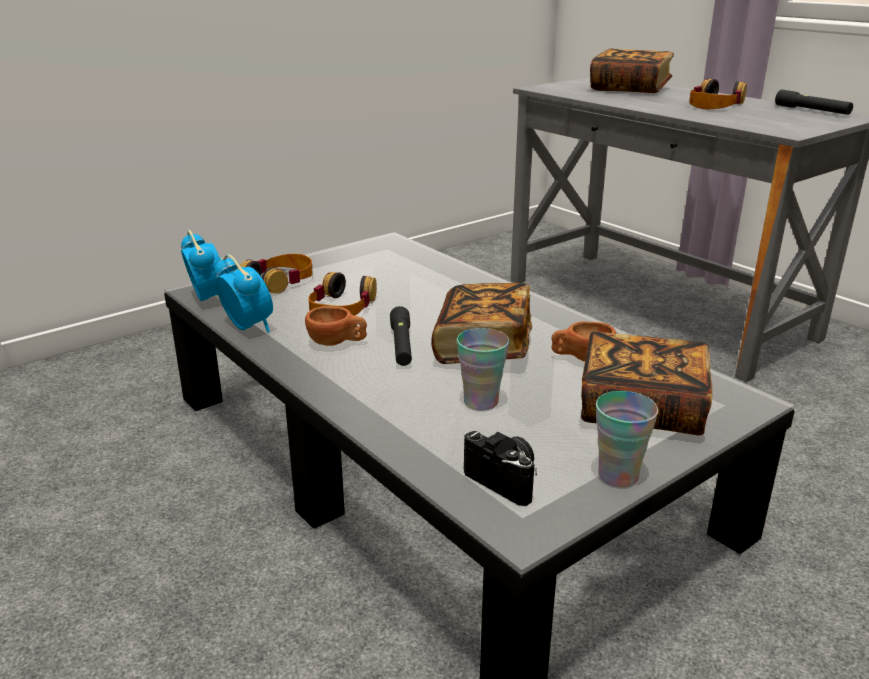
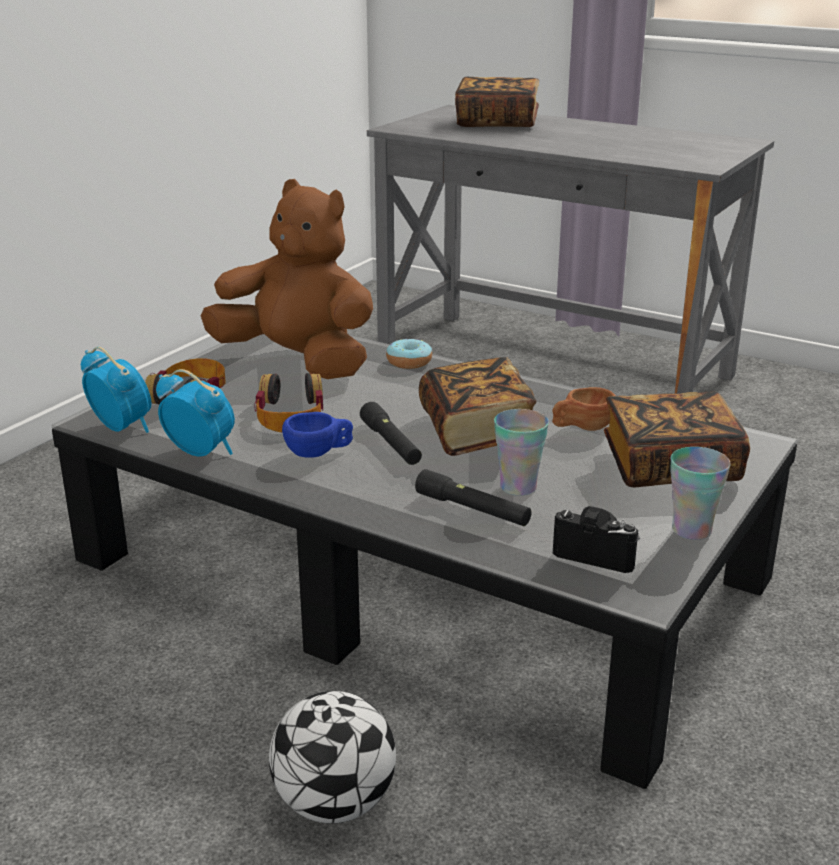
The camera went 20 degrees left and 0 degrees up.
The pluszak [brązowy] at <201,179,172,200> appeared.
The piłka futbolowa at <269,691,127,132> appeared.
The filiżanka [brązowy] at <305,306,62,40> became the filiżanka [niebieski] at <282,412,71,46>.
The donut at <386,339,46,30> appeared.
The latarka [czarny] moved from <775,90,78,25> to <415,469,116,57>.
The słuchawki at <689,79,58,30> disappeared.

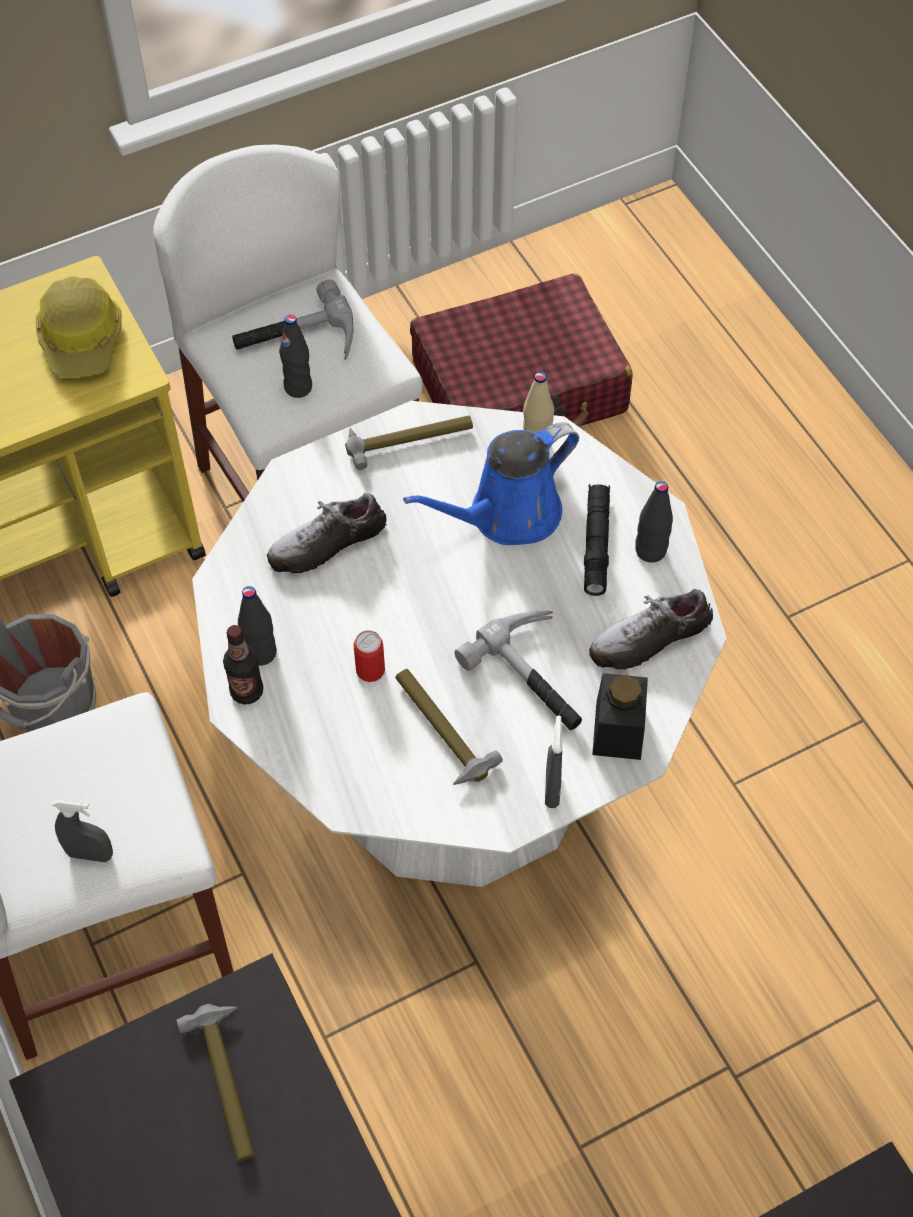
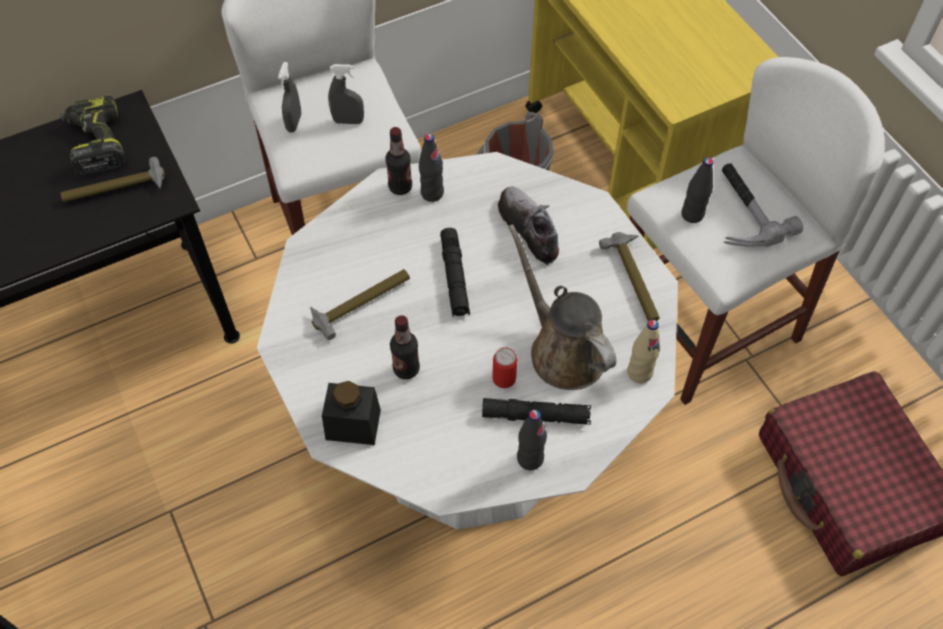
The camera went 90 degrees right and 0 degrees up.
The wiertarka at <60,96,65,80> appeared.
The spryskiwacz [szary] moved from <545,716,18,92> to <328,64,36,60>.
The młotek at <455,611,127,119> was replaced by the butelka at <390,315,30,64>.
The latarka [czarny] at <440,228,30,89> appeared.
The puszka moved from <353,630,32,52> to <492,347,25,41>.
The konewka [niebieski] at <403,422,176,123> became the konewka [brązowy] at <508,224,108,166>.
The kask at <36,276,85,102> disappeared.
The but at <589,589,124,80> disappeared.

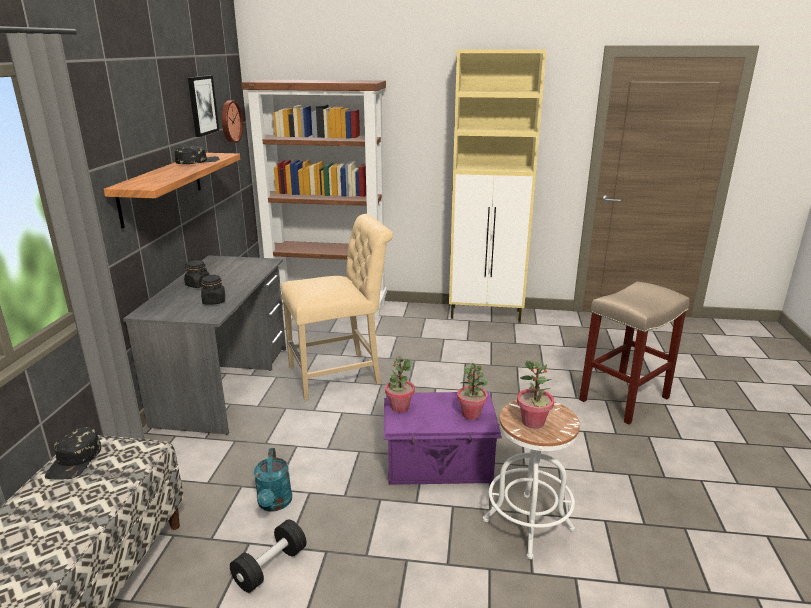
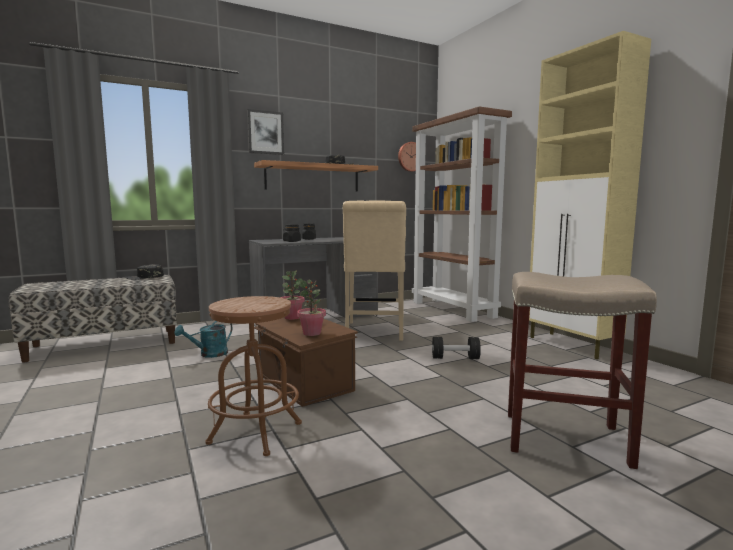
The camera went 55 degrees right and 15 degrees down.
The stołek [biały] at <483,400,97,159> became the stołek [brązowy] at <206,296,96,160>.
The obraz moved from <188,75,31,62> to <247,109,37,46>.
The pojemnik do przechowywania [fioletowy] at <384,392,118,93> became the pojemnik do przechowywania [brązowy] at <254,317,104,90>.
The krzesło [beżowy] at <281,214,112,186> turned 60 degrees clockwise.
The hantel [czarny] moved from <230,519,76,74> to <432,337,49,22>.
The roślina doniczkowa at <517,361,37,68> disappeared.

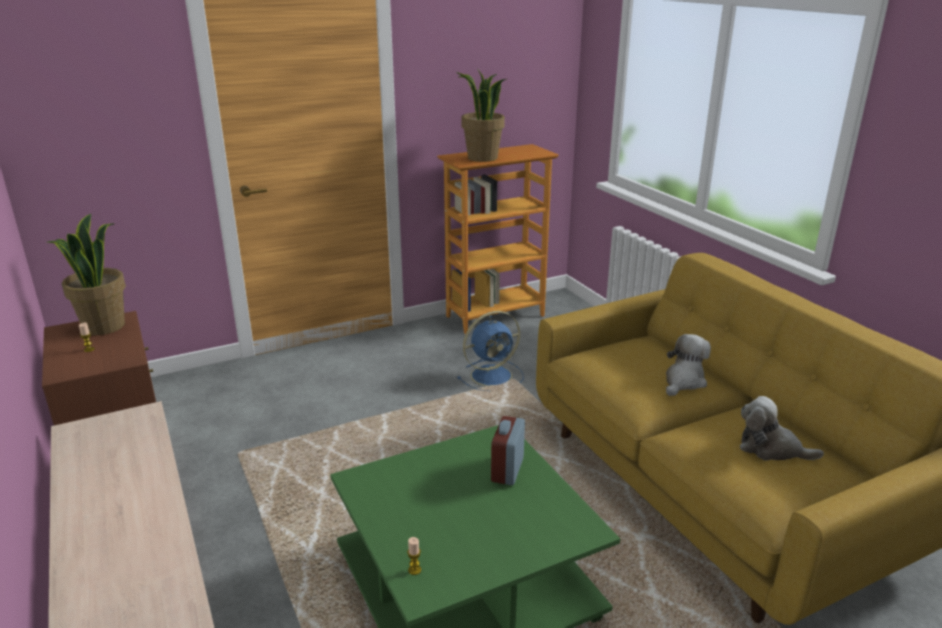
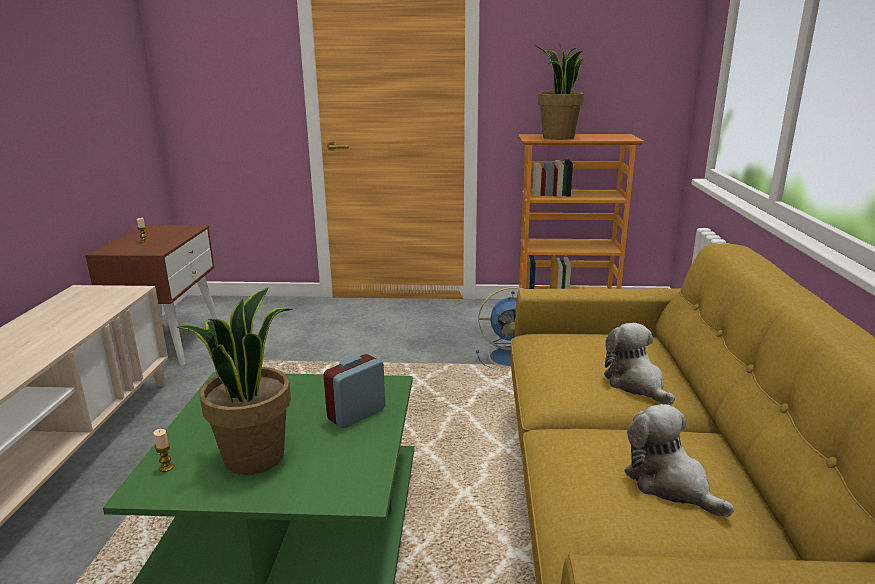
The camera went 30 degrees right and 5 degrees down.
The roślina doniczkowa moved from <48,214,78,121> to <177,287,116,188>.
The pluszak at <666,334,45,62> turned 90 degrees counterclockwise.

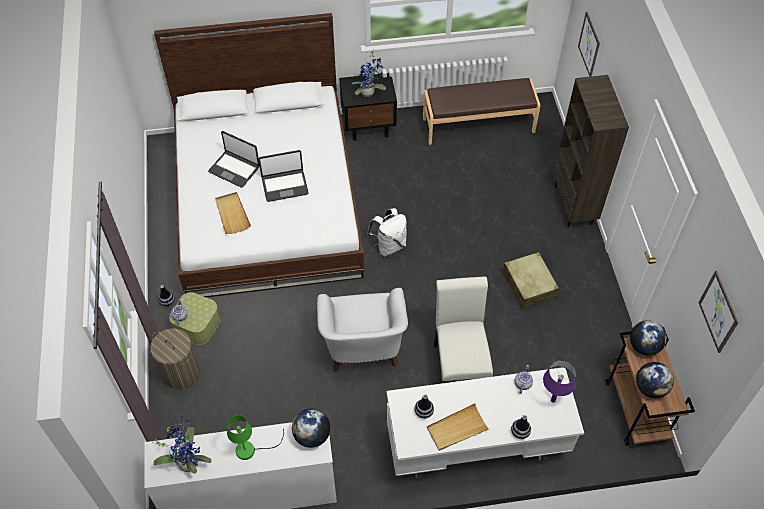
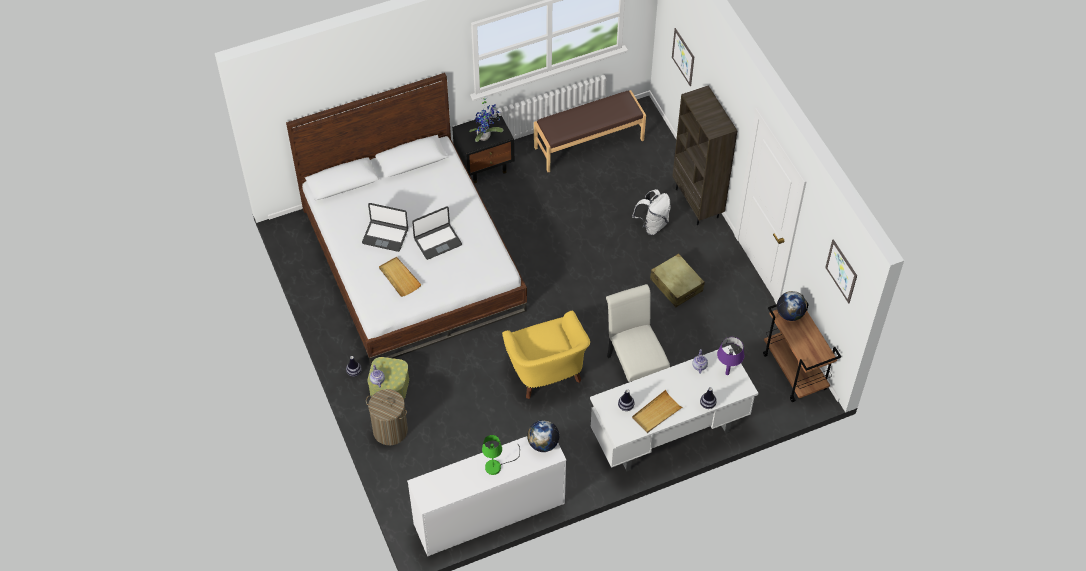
The camera went 15 degrees left and 0 degrees up.
The fotel [biały] at <317,288,91,85> became the fotel [żółty] at <502,311,88,88>.
The plecak [biały] moved from <367,208,40,49> to <632,189,39,46>.
The roślina doniczkowa at <152,416,60,58> disappeared.
The globus at <636,362,38,36> disappeared.

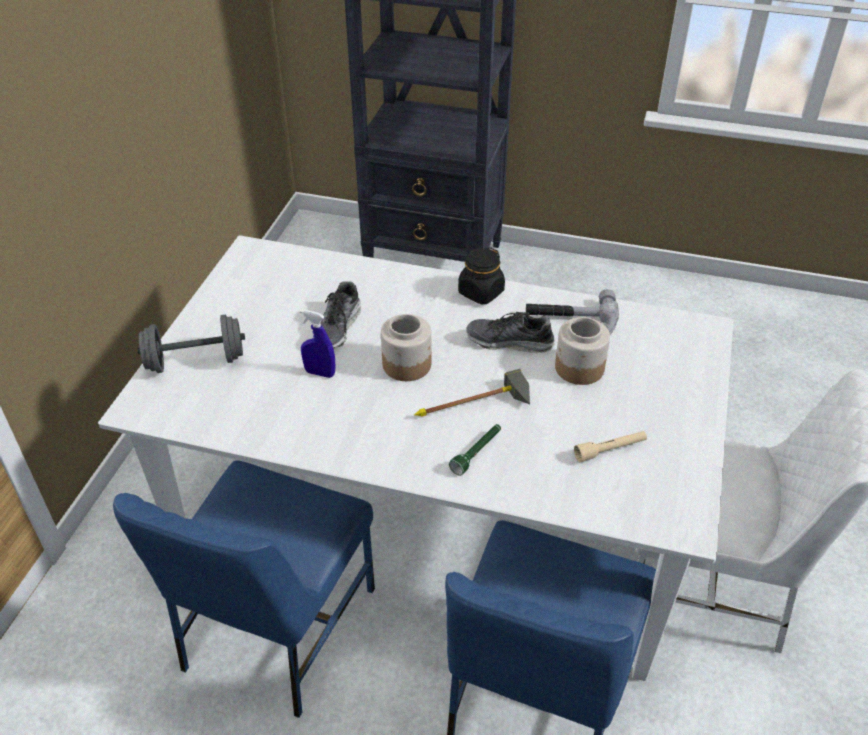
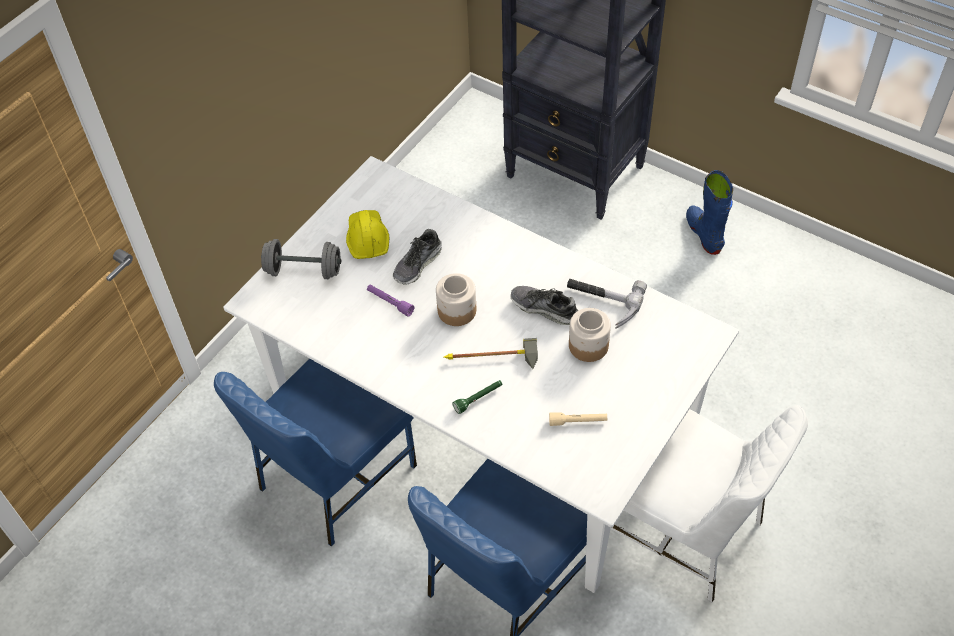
The camera went 20 degrees right and 10 degrees up.
The kask [żółty] at <346,210,43,49> appeared.
The spryskiwacz [niebieski] at <300,310,35,68> was replaced by the latarka [fioletowy] at <367,284,47,33>.
The but z cholewką [niebieski] at <686,170,47,85> appeared.
The słoik [czarny] at <458,247,47,57> disappeared.

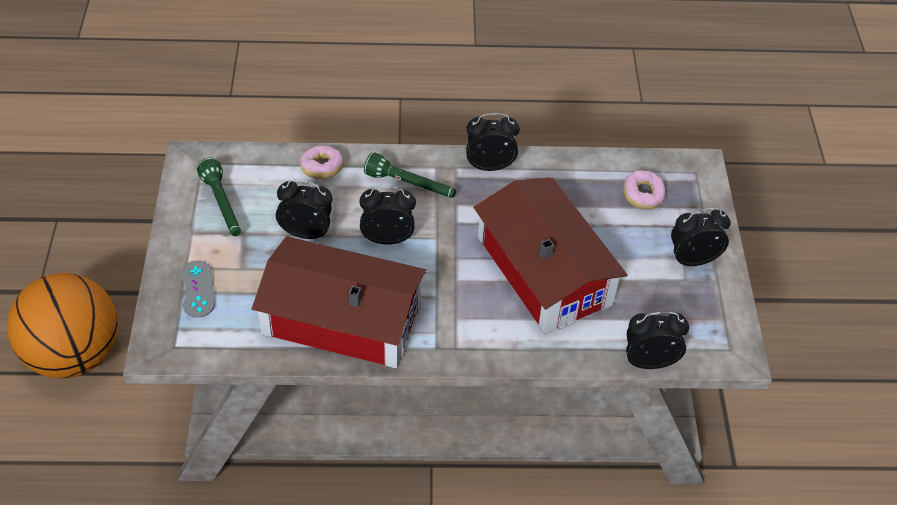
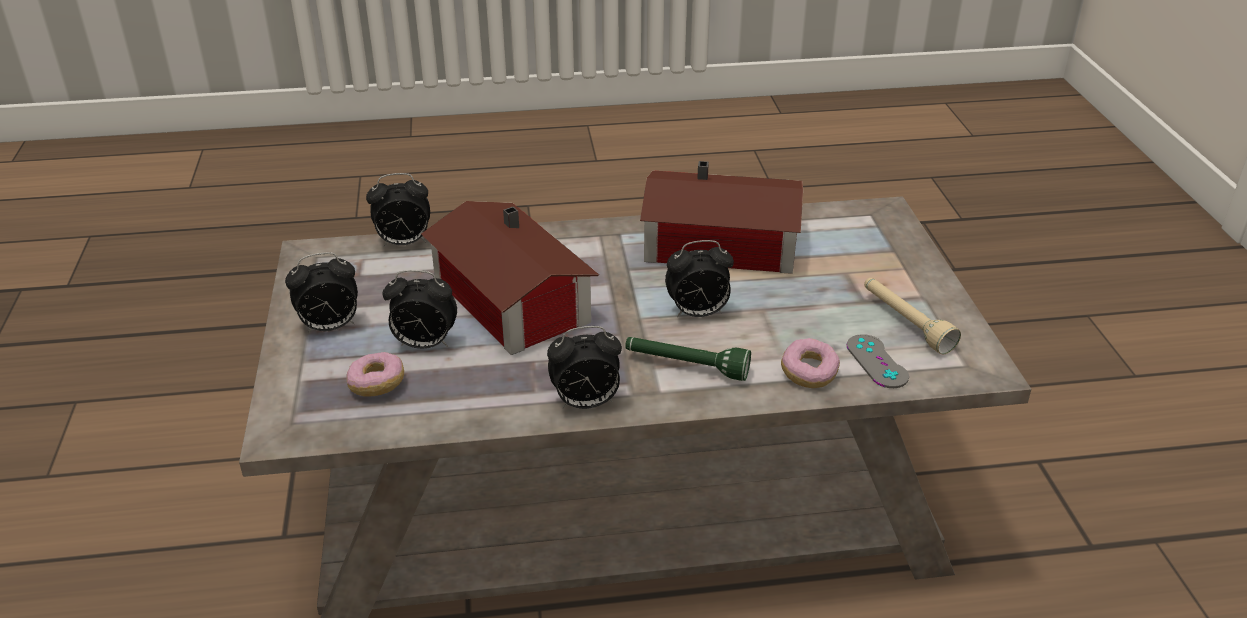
The camera went 175 degrees right and 15 degrees down.
The budzik moved from <276,180,57,59> to <382,270,75,79>.
The pad do gier [szary] moved from <181,260,34,58> to <847,334,62,54>.
The latarka [zielony] at <197,158,44,78> became the latarka [beżowy] at <864,278,97,76>.
The piłka do koszykówki at <7,273,111,106> disappeared.

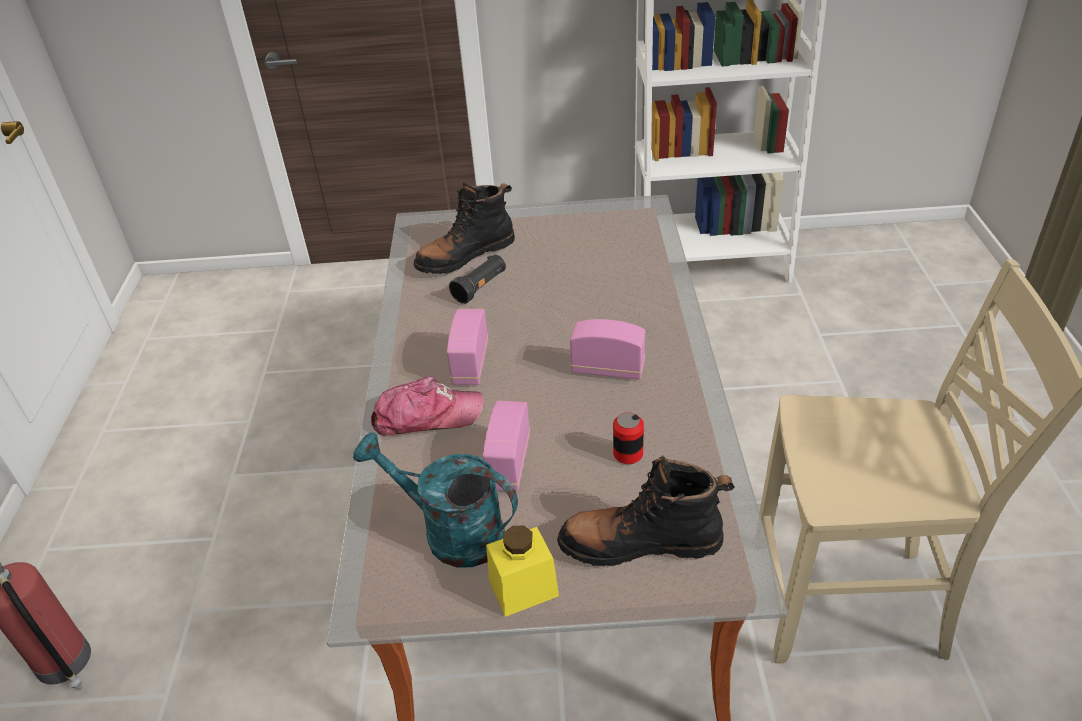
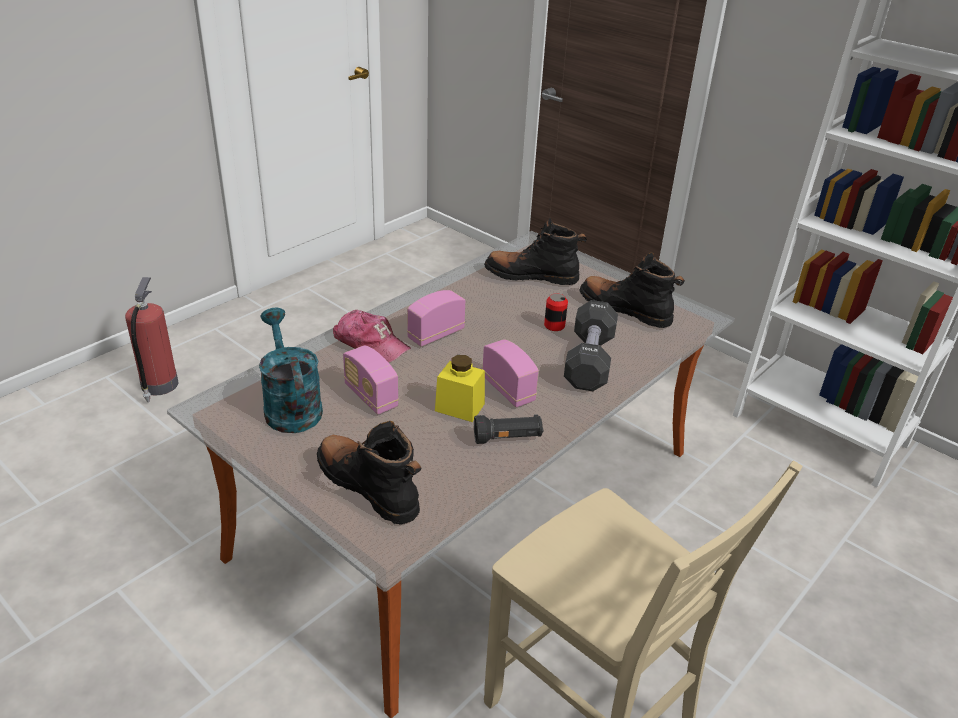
The camera went 40 degrees right and 5 degrees down.
The radio at <483,401,47,90> turned 90 degrees counterclockwise.
The słoik [żółty] moved from <486,525,73,92> to <435,355,50,67>.
The latarka [czarny] moved from <449,255,57,49> to <474,414,69,30>.
The puszka moved from <613,412,31,52> to <544,293,24,38>.
The hantel [czarny] at <564,300,54,91> appeared.
The but z cholewką [czarny] at <580,252,105,76> appeared.

